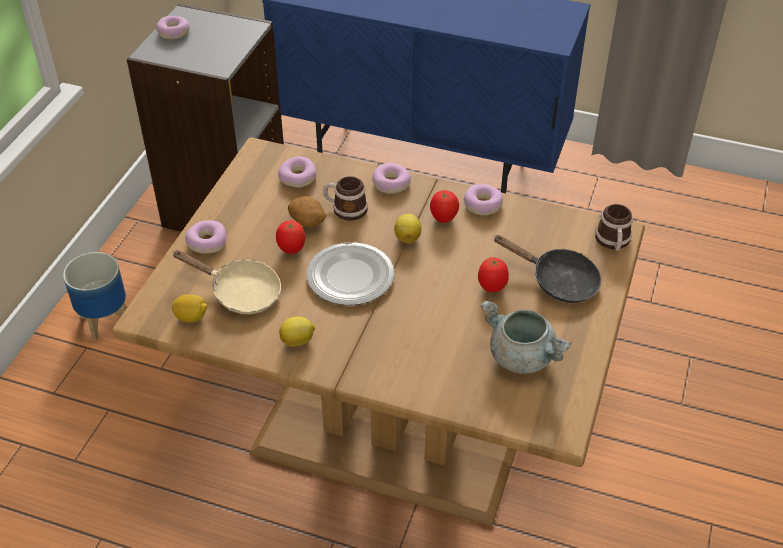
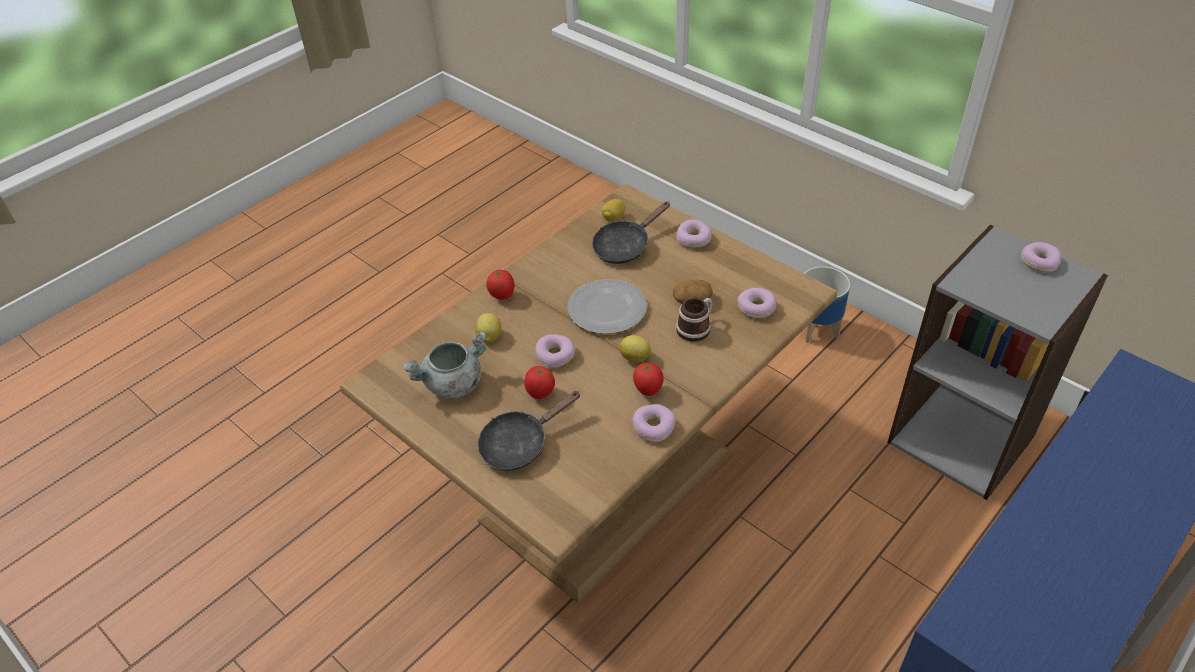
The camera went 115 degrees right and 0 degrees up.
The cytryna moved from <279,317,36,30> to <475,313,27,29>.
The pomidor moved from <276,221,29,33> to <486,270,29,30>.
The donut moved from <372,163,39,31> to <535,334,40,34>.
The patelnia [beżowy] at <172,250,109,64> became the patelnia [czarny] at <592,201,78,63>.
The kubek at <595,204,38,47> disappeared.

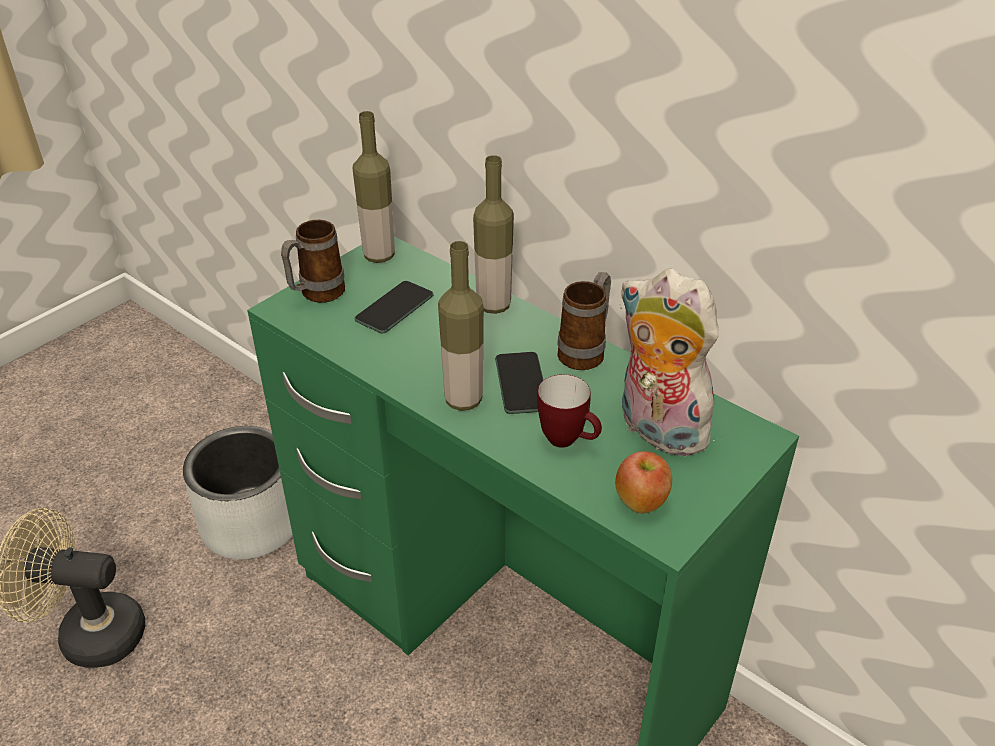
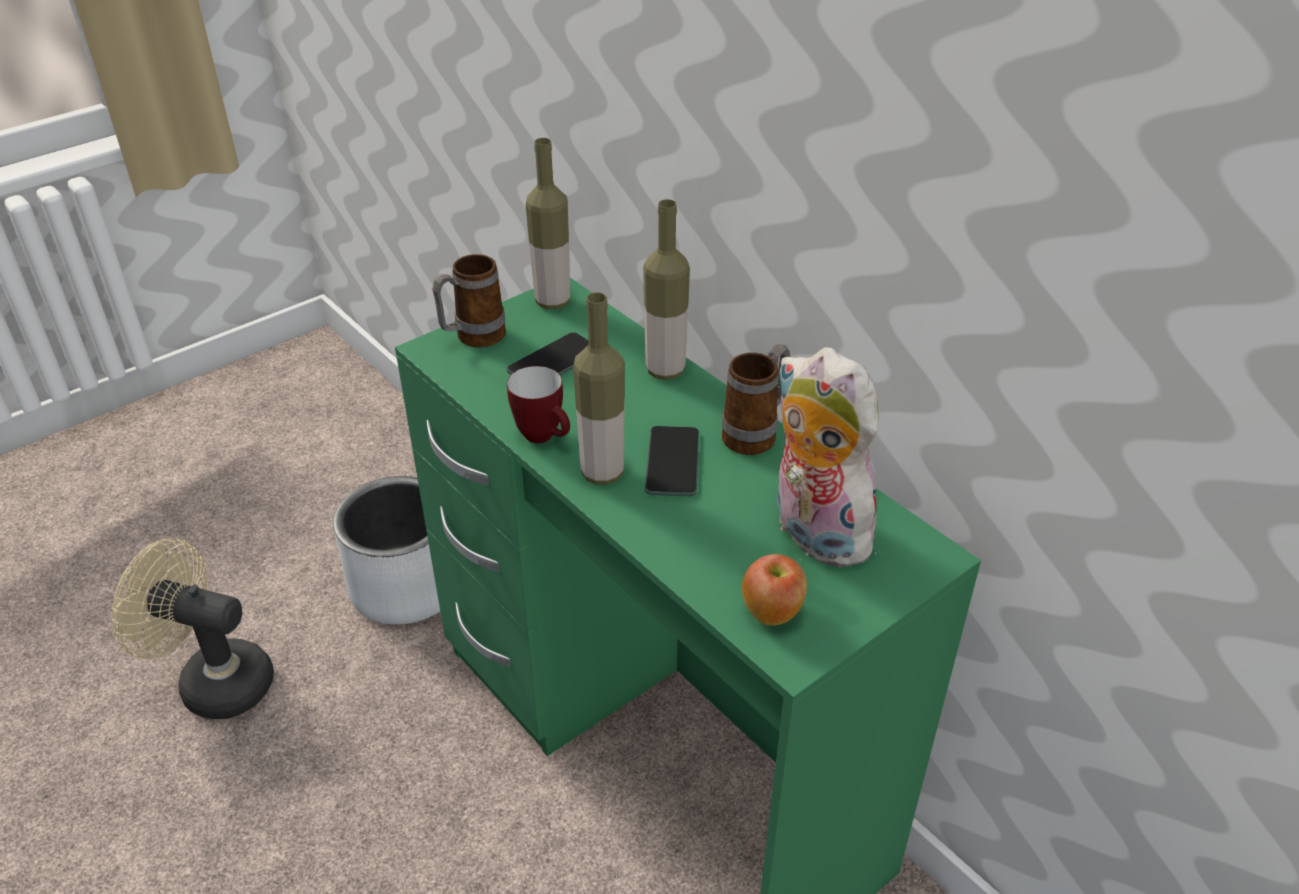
The camera went 10 degrees right and 0 degrees up.
The kubek moved from <537,374,65,74> to <507,366,63,77>.

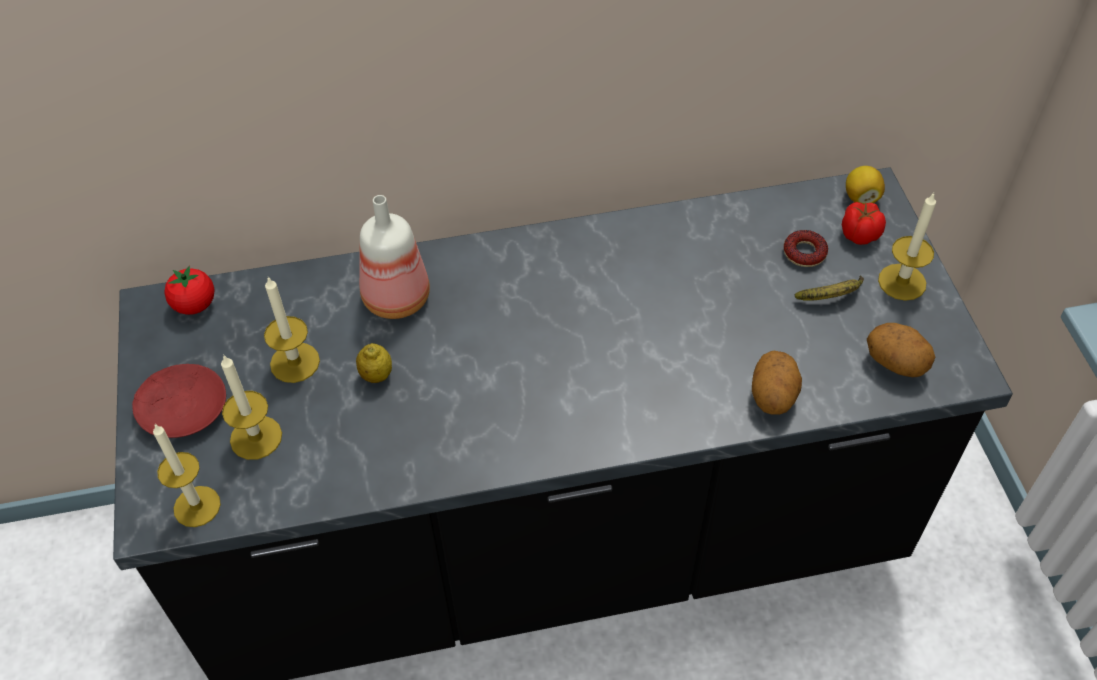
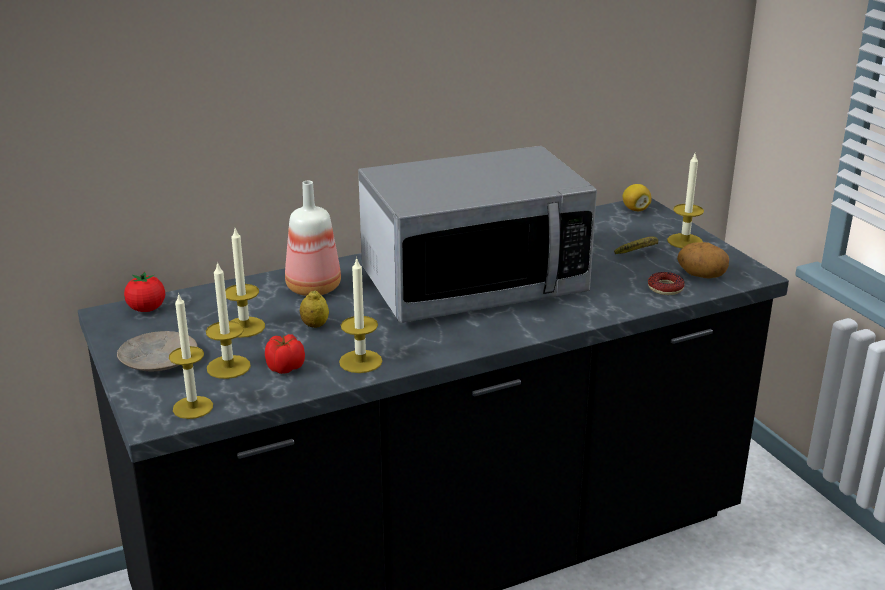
The camera went 15 degrees left and 25 degrees down.
The talerz [czerwony] at <132,364,94,74> became the talerz [beżowy] at <117,331,80,40>.
The pomidor moved from <842,202,44,43> to <265,334,40,40>.
The świeca at <339,257,43,116> appeared.
The mikrofalówka at <358,146,239,177> appeared.
The donut moved from <784,230,44,37> to <648,272,37,23>.
The ziemniak at <752,351,50,64> disappeared.

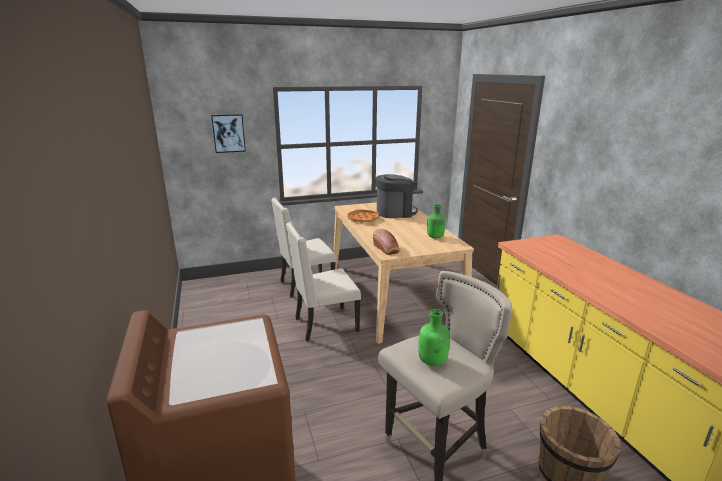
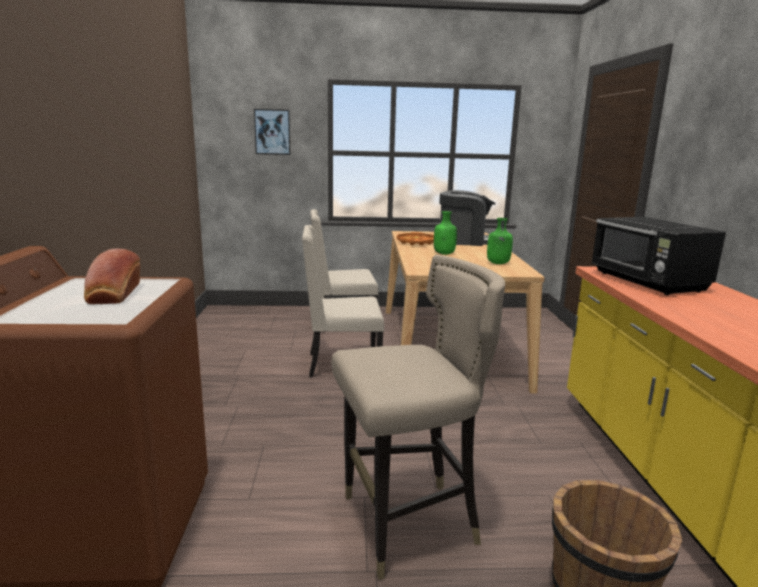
The camera went 15 degrees right and 5 degrees down.
The chleb moved from <373,229,27,26> to <84,248,56,56>.
The butelka [zielony] moved from <418,309,32,57> to <434,211,23,44>.
The mikrofalówka [czarny] at <592,217,134,78> appeared.

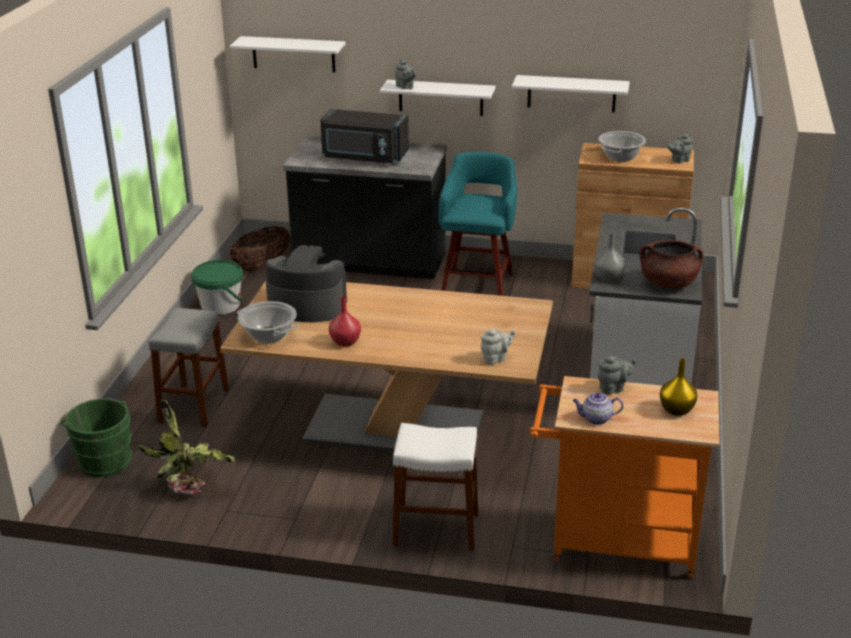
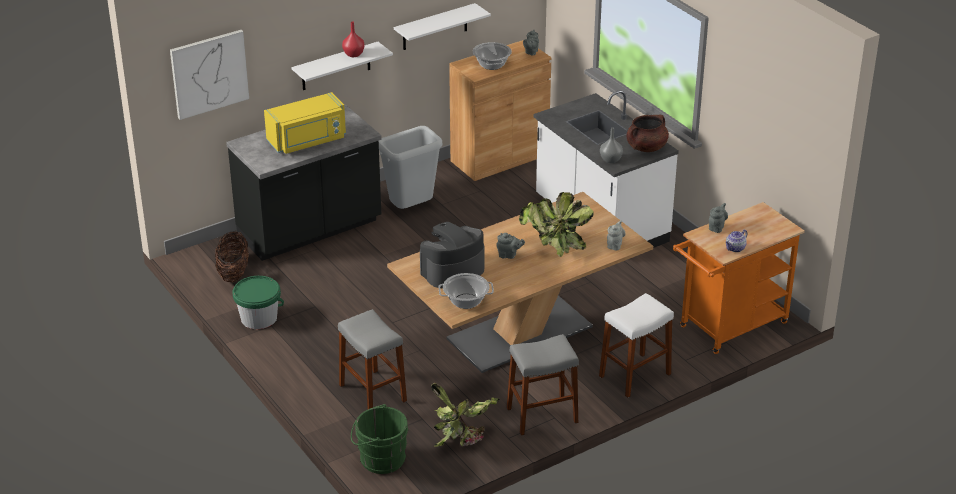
The camera went 45 degrees left and 5 degrees up.
The półka [biały] at <230,36,116,36> was replaced by the obraz at <170,30,79,90>.
The mikrofalówka [czarny] at <320,109,89,55> became the mikrofalówka [żółty] at <264,92,82,62>.
The wazon [czerwony] moved from <329,295,32,52> to <342,21,23,36>.
The stołek [turkusowy] at <439,152,78,144> was replaced by the kosz na śmieci [szary] at <379,126,63,83>.
The imbryk [szary] moved from <395,59,21,30> to <496,233,29,26>.
The stołek [szary] at <507,334,72,101> appeared.
The roślina doniczkowa at <519,192,75,65> appeared.
The wazon [żółty] at <660,358,37,58> disappeared.

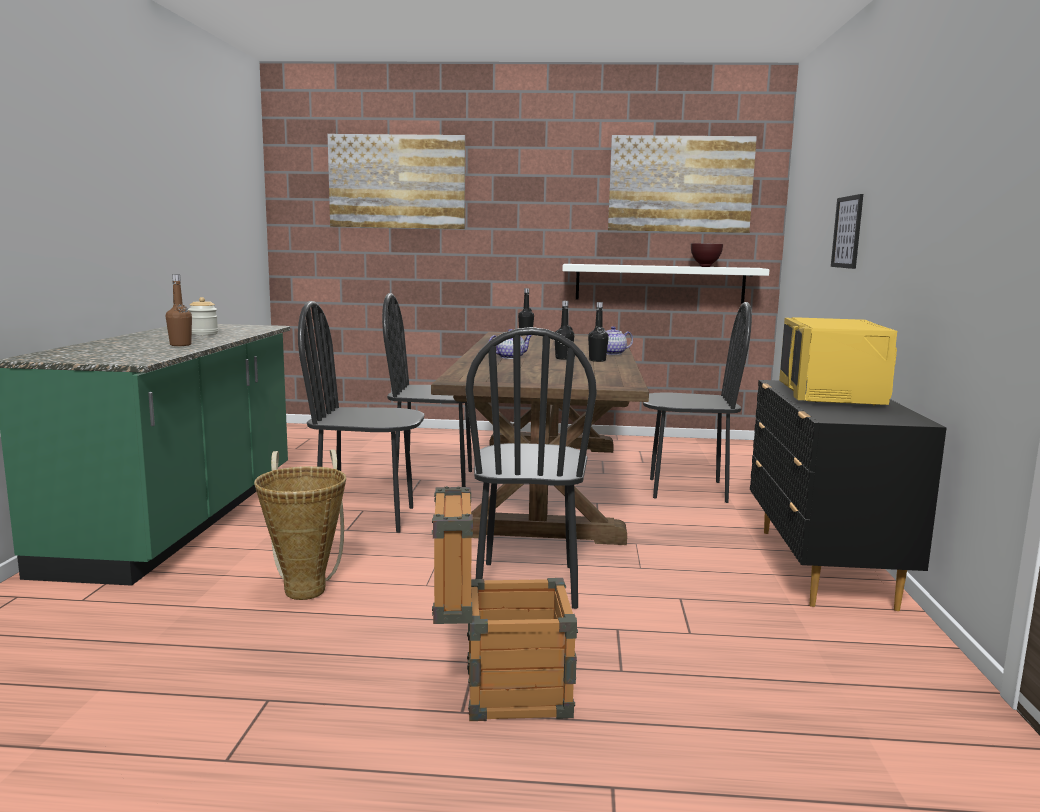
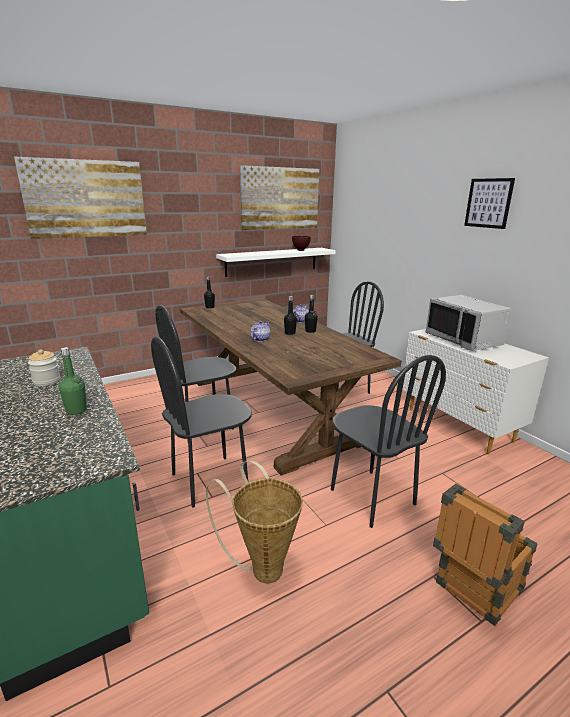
The camera went 35 degrees left and 10 degrees up.
The butelka [brązowy] at <166,274,26,72> became the butelka [zielony] at <59,347,28,68>.
The komoda [czarny] at <750,380,197,231> became the komoda [biały] at <402,329,147,125>.
The mikrofalówka [żółty] at <779,317,118,88> became the mikrofalówka [szary] at <425,295,87,56>.
The obraz moved from <831,194,32,75> to <464,178,51,51>.

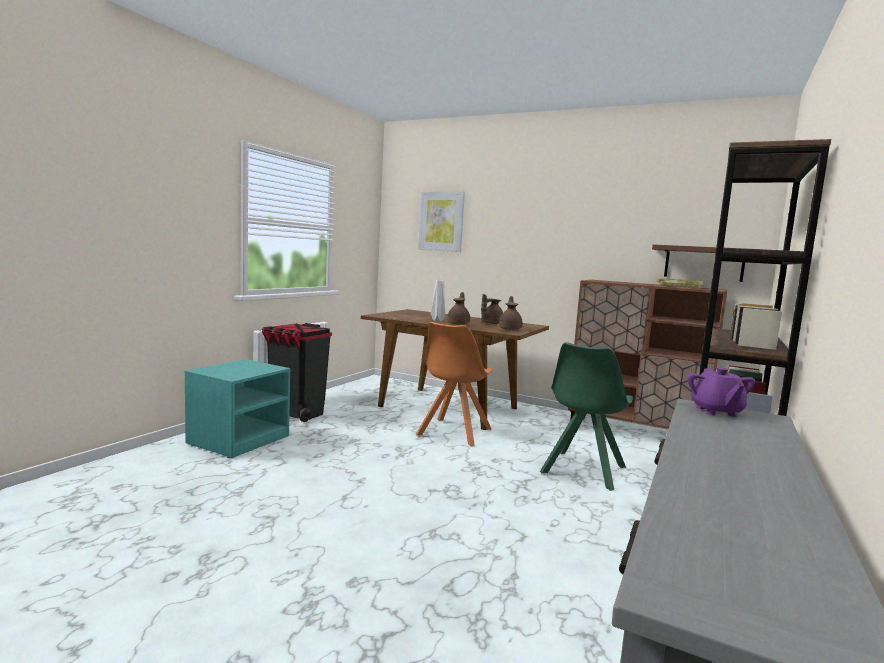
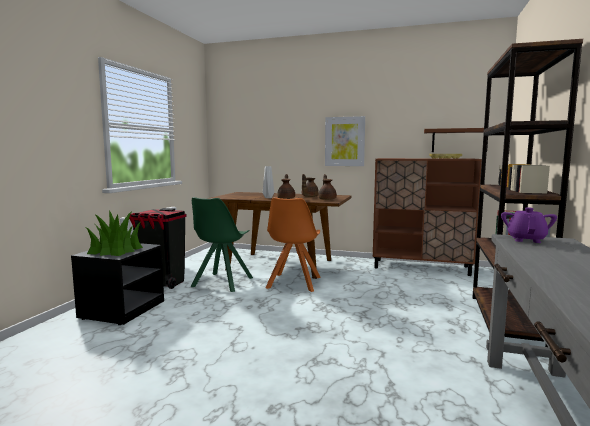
The camera went 10 degrees left and 0 degrees up.
The szafka nocna [turkusowy] at <184,359,106,99> became the szafka nocna [czarny] at <71,243,93,82>.
The roślina doniczkowa at <86,210,57,46> appeared.
The krzesło [zielony] moved from <540,342,93,149> to <191,197,62,95>.
The obraz moved from <418,191,47,61> to <325,116,40,50>.
The imbryk [fioletowy] at <687,367,69,50> turned 150 degrees counterclockwise.

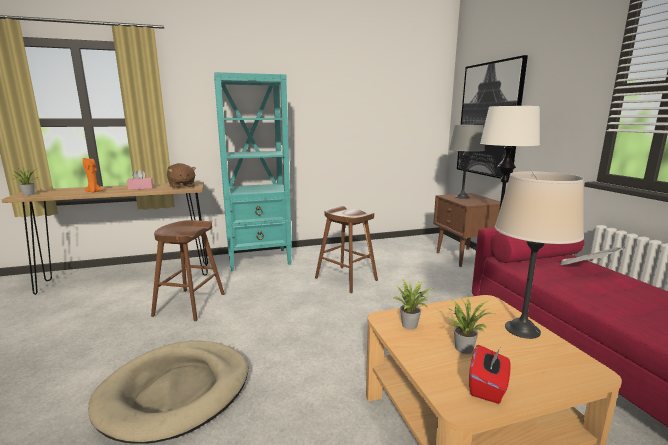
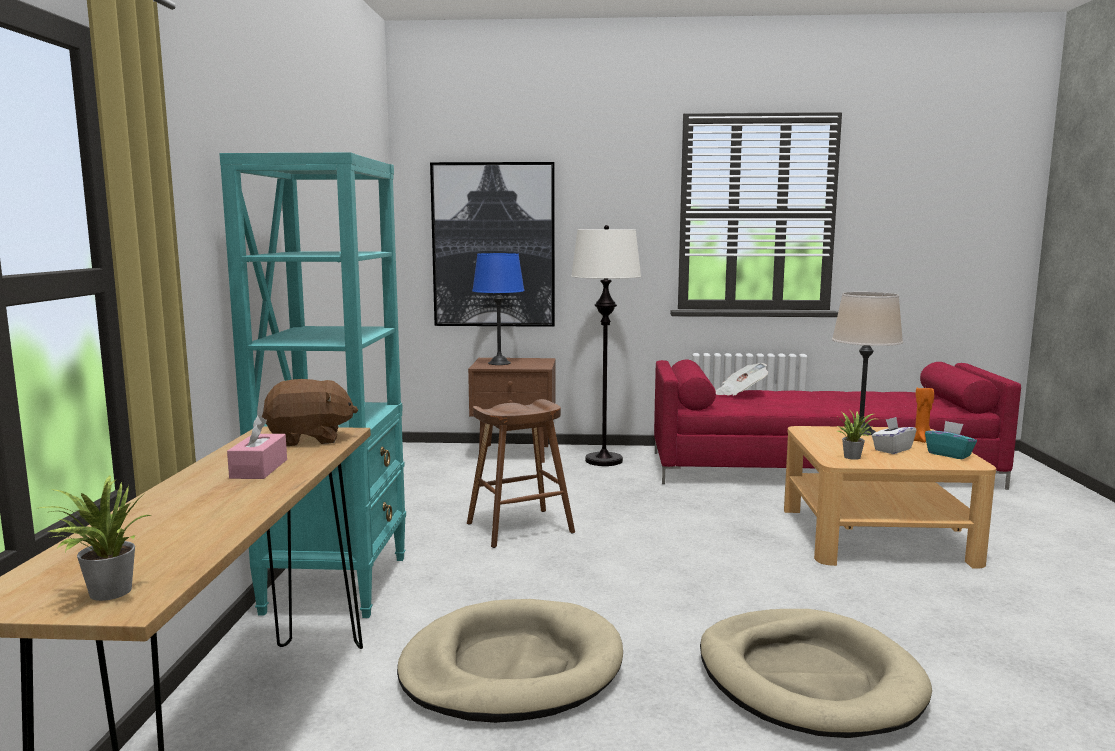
The camera went 70 degrees left and 5 degrees down.
The stołek [brązowy] at <151,220,74,101> was replaced by the legowisko [beżowy] at <397,599,226,124>.
The lampa stołowa [szary] at <449,125,36,74> became the lampa stołowa [niebieski] at <472,253,53,112>.
The roślina doniczkowa at <447,296,48,58> was replaced by the pudełko chusteczek [biały] at <872,417,44,37>.
The świeca [pomarańczowy] moved from <83,157,20,35> to <914,385,20,58>.
The pudełko chusteczek [czerwony] at <469,345,41,59> became the pudełko chusteczek [turkusowy] at <925,421,52,38>.

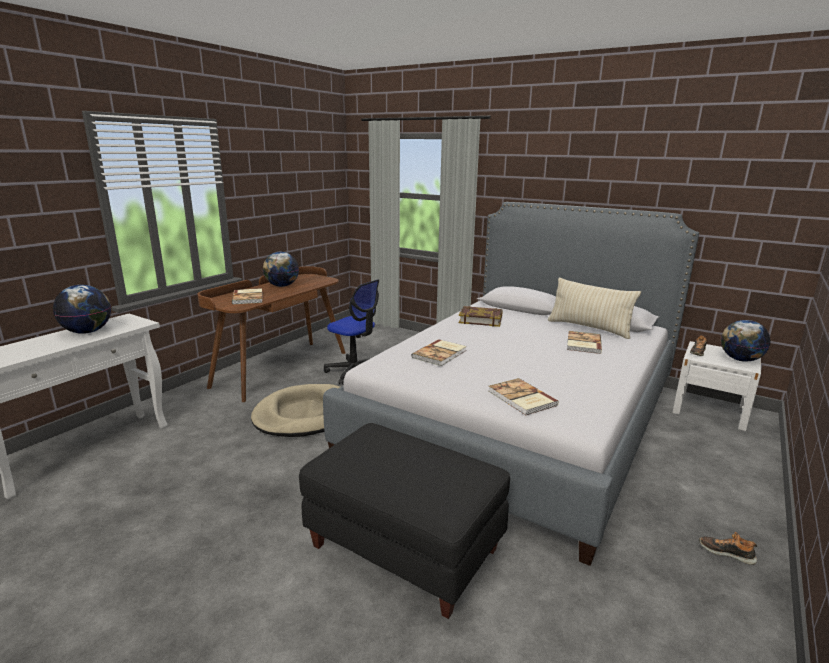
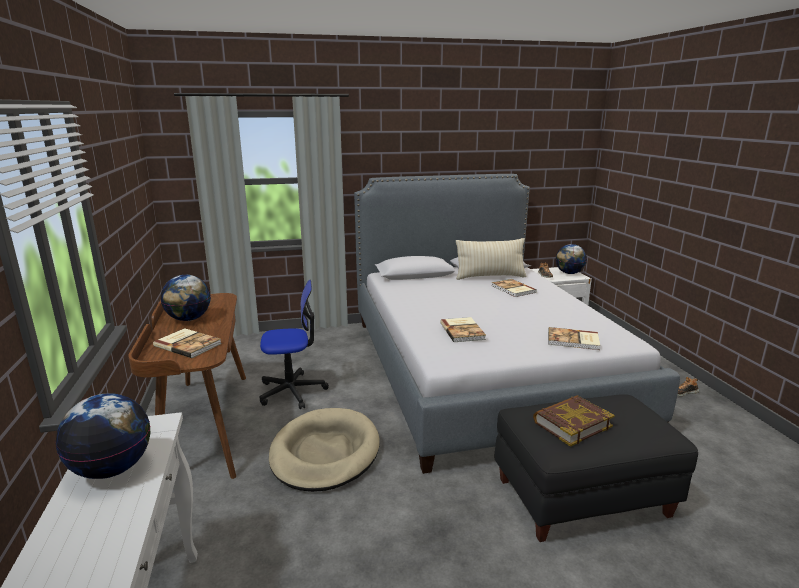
The camera went 45 degrees left and 0 degrees up.
The książka moved from <459,306,44,21> to <533,395,82,52>.

